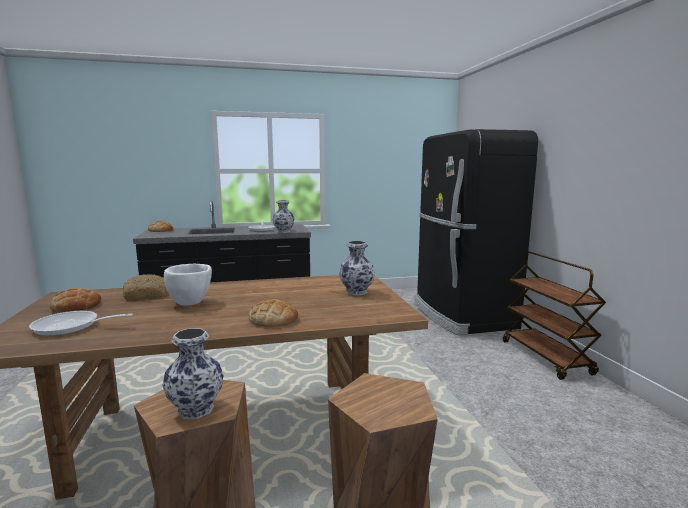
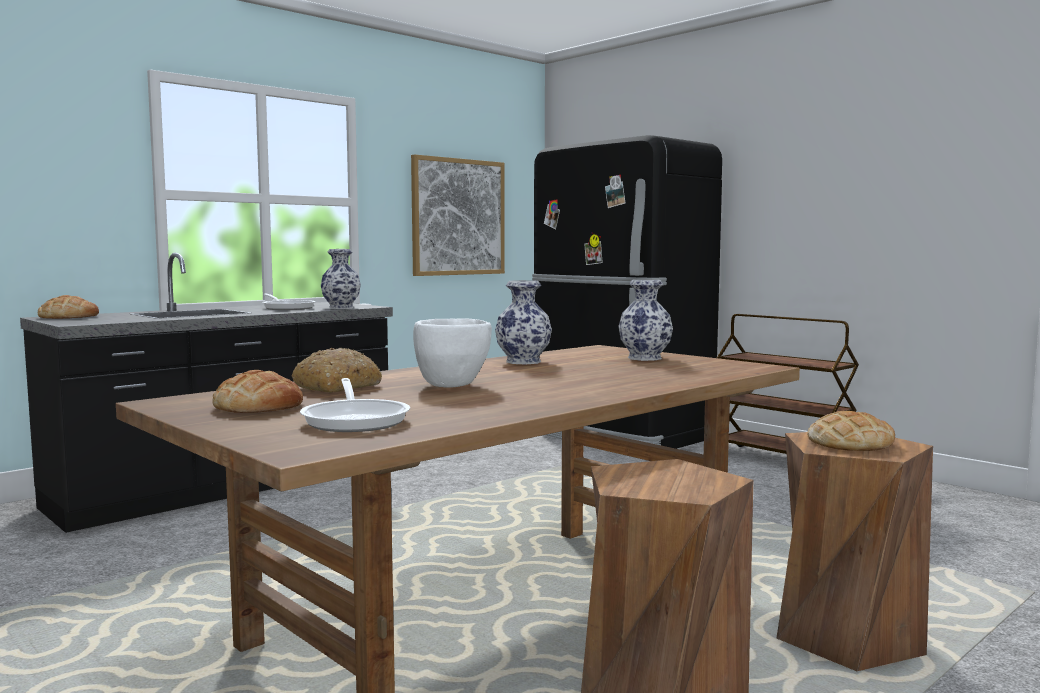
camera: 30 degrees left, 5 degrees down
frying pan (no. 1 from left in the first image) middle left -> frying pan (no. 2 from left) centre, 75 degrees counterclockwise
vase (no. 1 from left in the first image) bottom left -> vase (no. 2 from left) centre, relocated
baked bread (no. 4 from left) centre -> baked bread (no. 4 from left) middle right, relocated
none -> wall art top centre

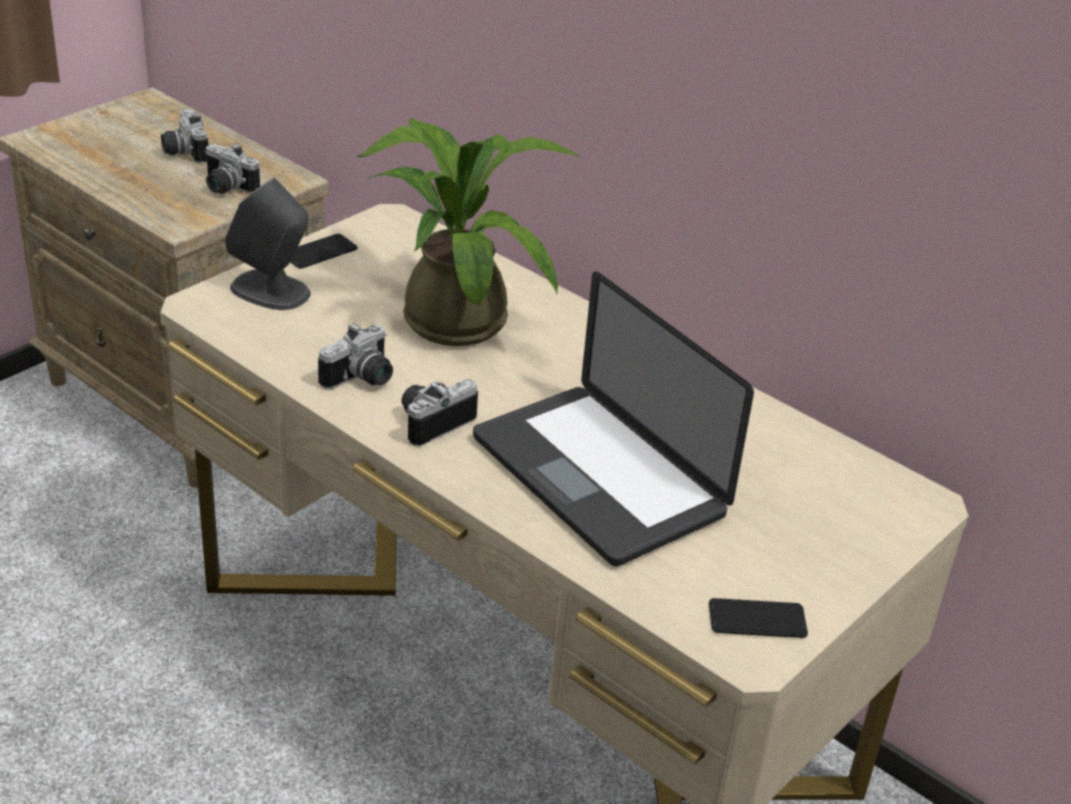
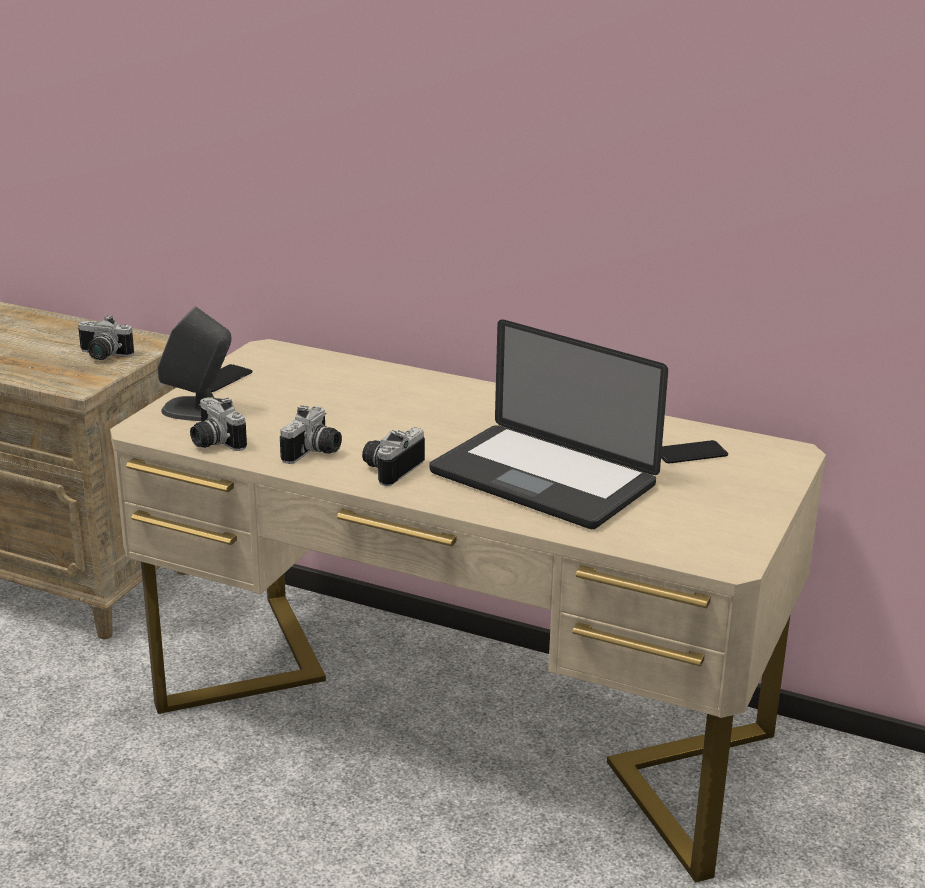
camera: 15 degrees left, 10 degrees down
still camera (no. 1 from left in the first image) top left -> still camera (no. 2 from left) middle left, relocated
plant in a pot top centre -> none
phone (no. 2 from left) bottom right -> phone (no. 2 from left) middle right, relocated

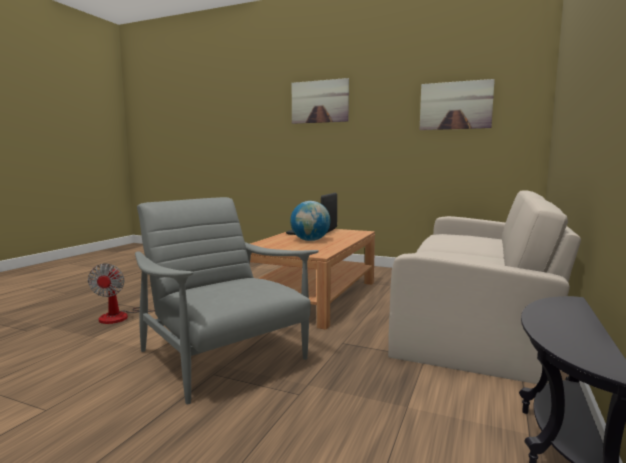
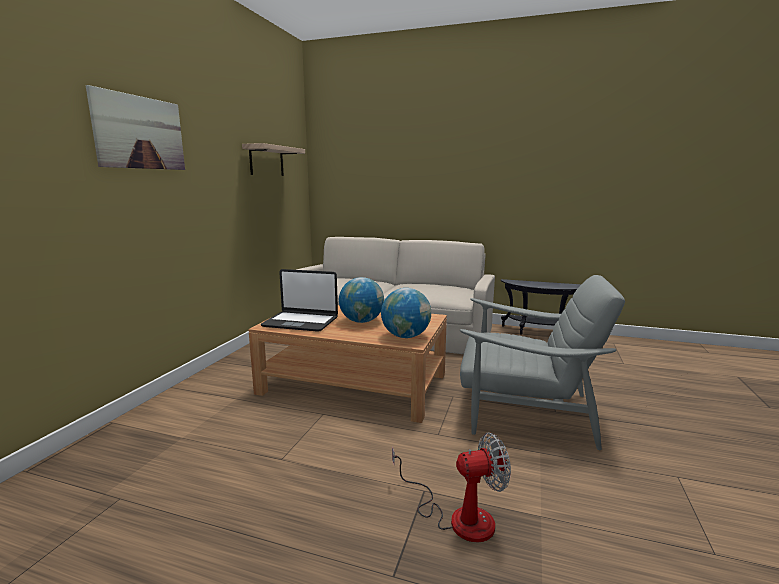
camera: 95 degrees left, 5 degrees up
greyish lounge chair centre -> greyish lounge chair middle right, 120 degrees counterclockwise
wall art (no. 2 from left) top right -> wall shelf top centre
none -> world globe (no. 2 from left) centre

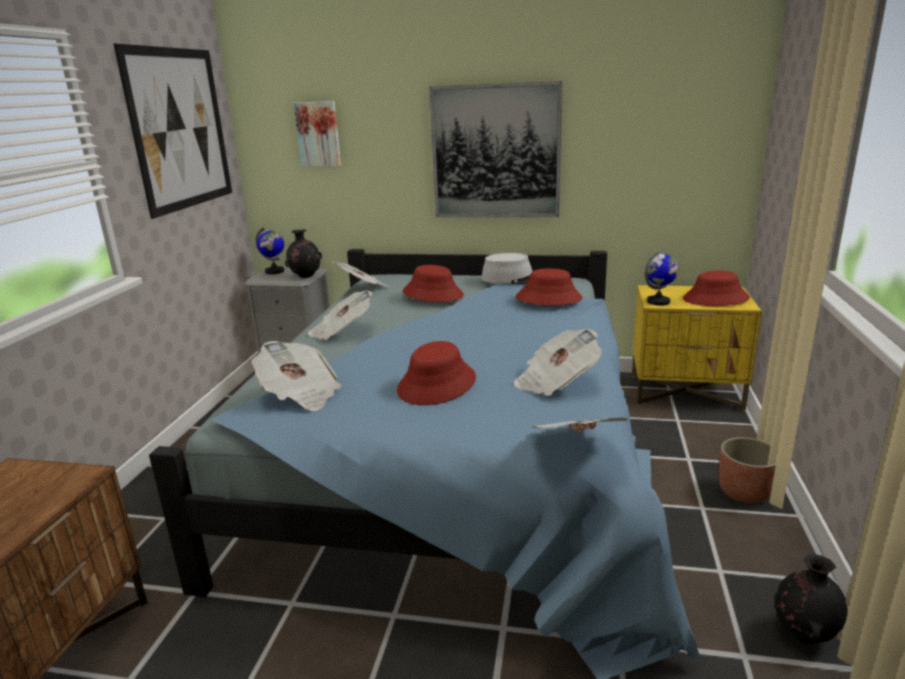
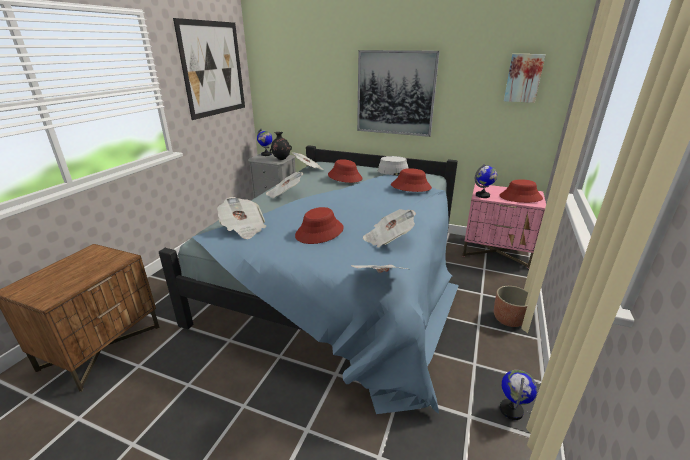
camera: 10 degrees right, 5 degrees up
wall art (no. 2 from left in the first image) top centre -> wall art (no. 3 from left) top right, relocated
yellowish nightstand middle right -> pinkish nightstand middle right
blackish vase (no. 2 from left) bottom right -> world globe (no. 3 from left) bottom right

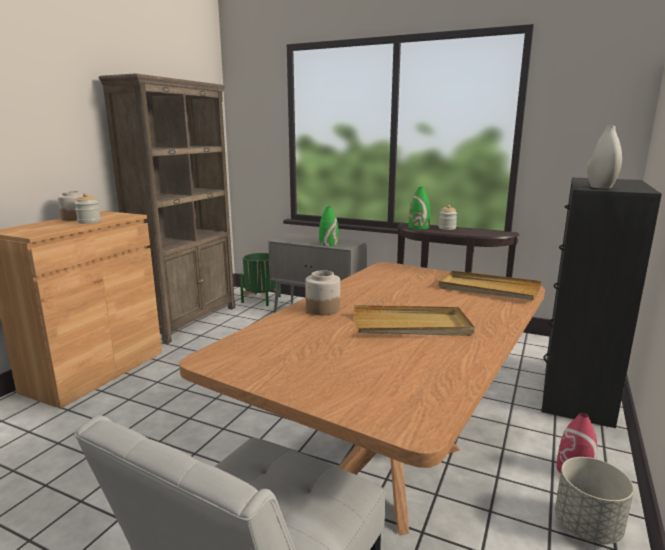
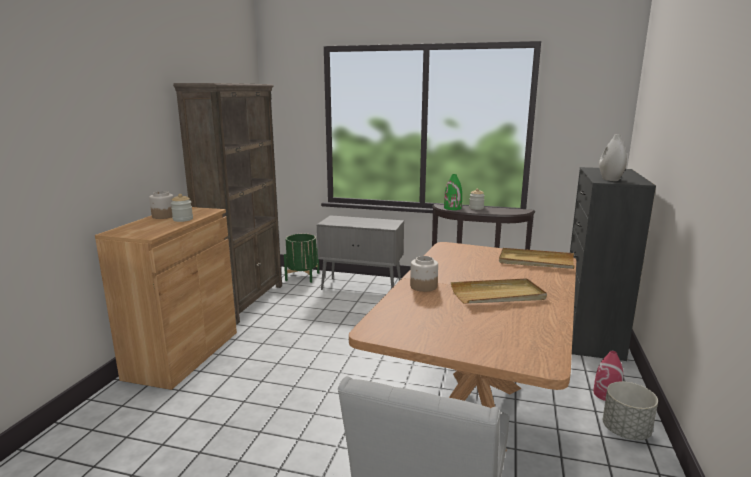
camera: 10 degrees left, 0 degrees up
green vase (no. 1 from left) centre -> none

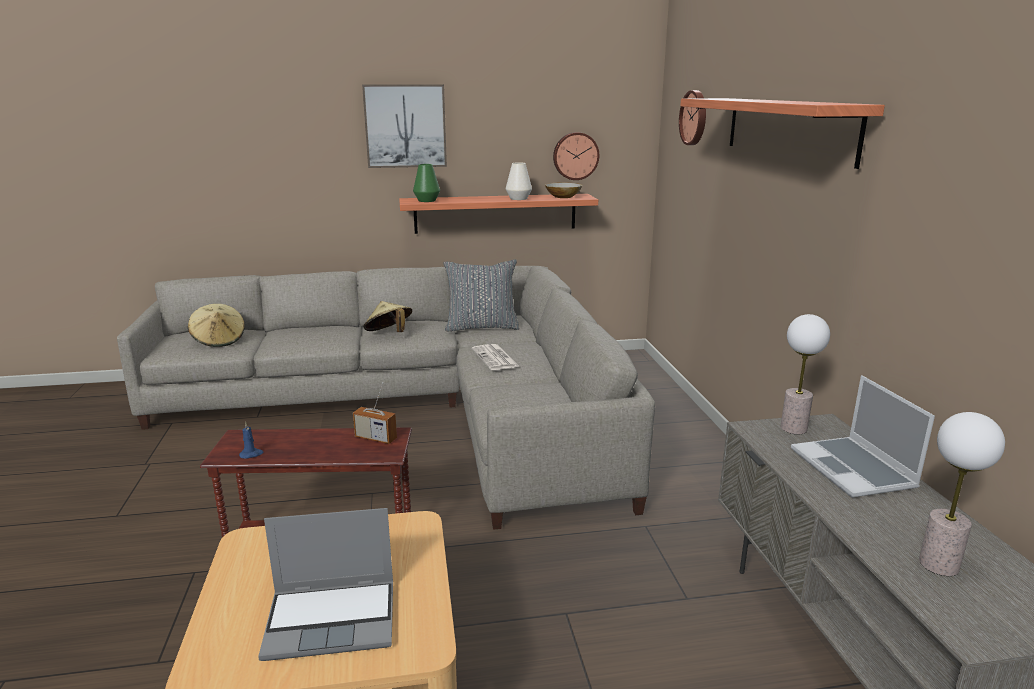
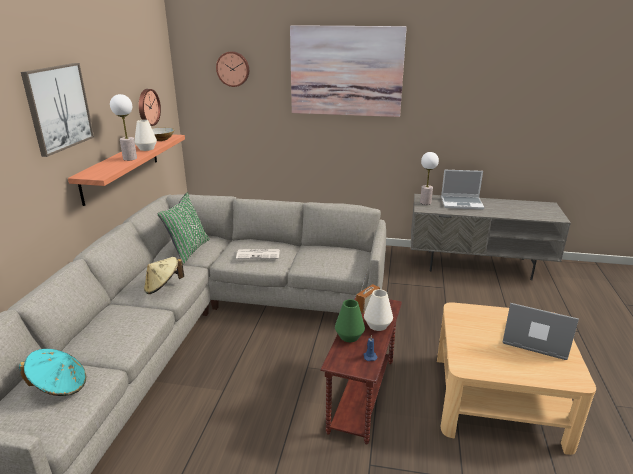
camera: 70 degrees left, 5 degrees up
beige clothing hat (no. 1 from left) middle left -> turquoise clothing hat bottom left
portable computer (no. 1 from left in the first image) bottom left -> portable computer (no. 2 from left) bottom right, 75 degrees counterclockwise
green vase top centre -> green vase bottom centre, relocated
greyish pillow centre -> green pillow middle left
wall shelf (no. 2 from left) top right -> wall art (no. 2 from left) top centre
lamp for a table (no. 2 from left in the first image) bottom right -> lamp for a table (no. 1 from left) top left, relocated
none -> whitish vase (no. 2 from left) centre

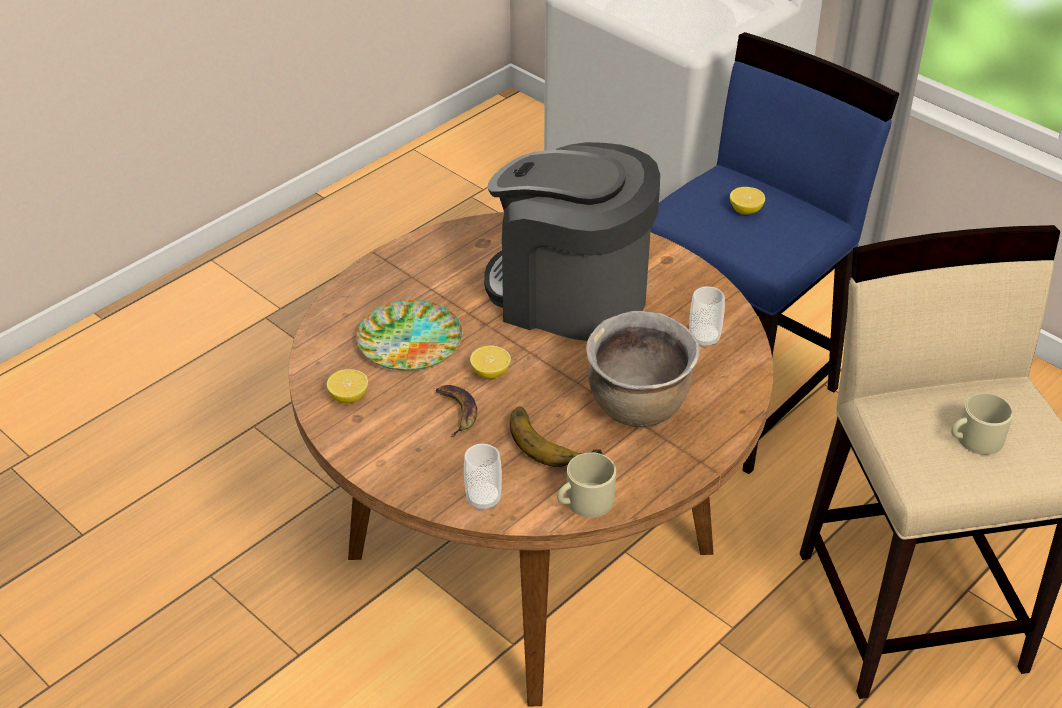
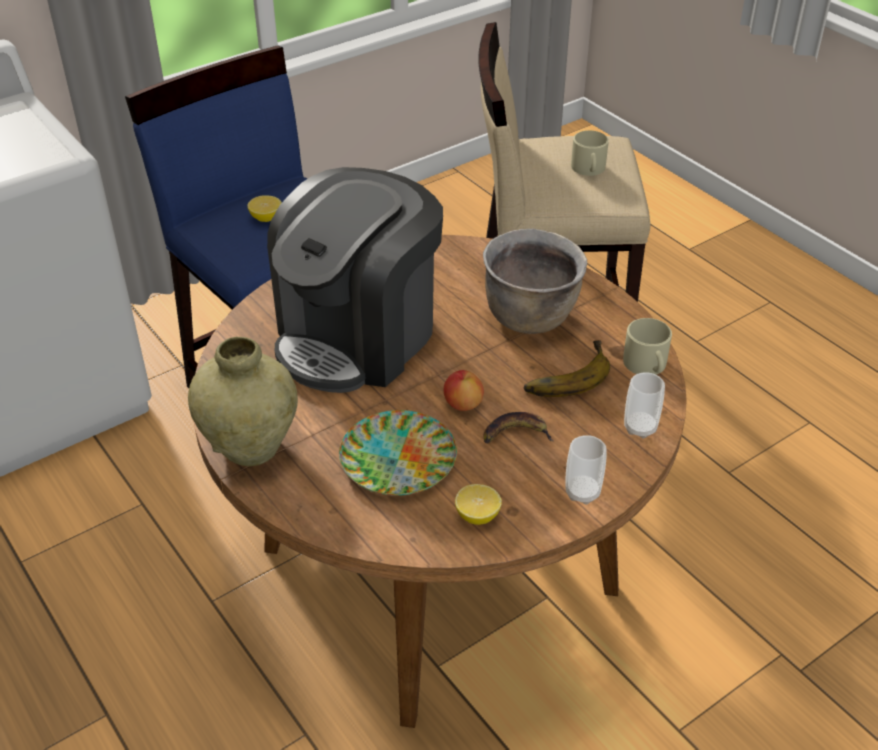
camera: 80 degrees left, 0 degrees up
lemon (no. 2 from left) centre -> whole apple centre
small cup (no. 2 from left in the first image) centre -> small cup (no. 1 from left) middle right, relocated
none -> beige vase middle left

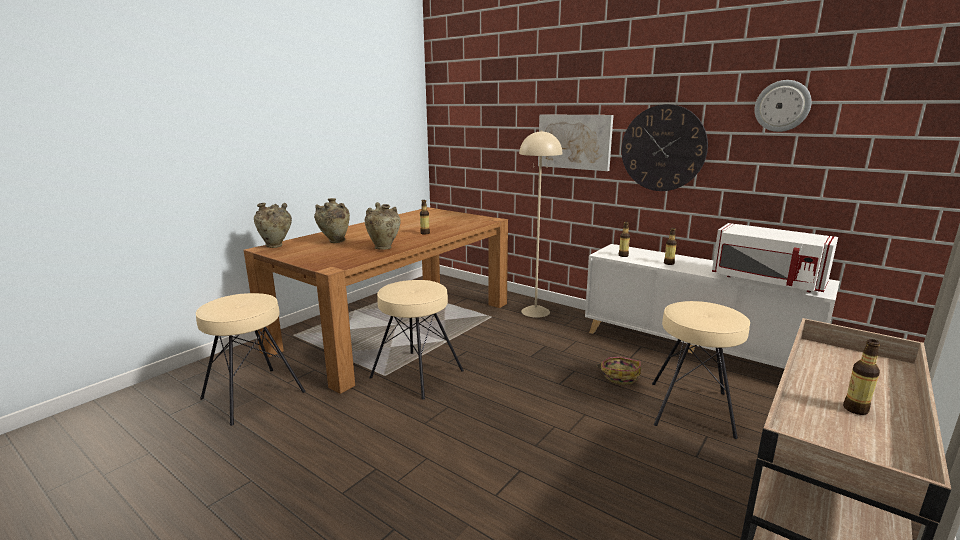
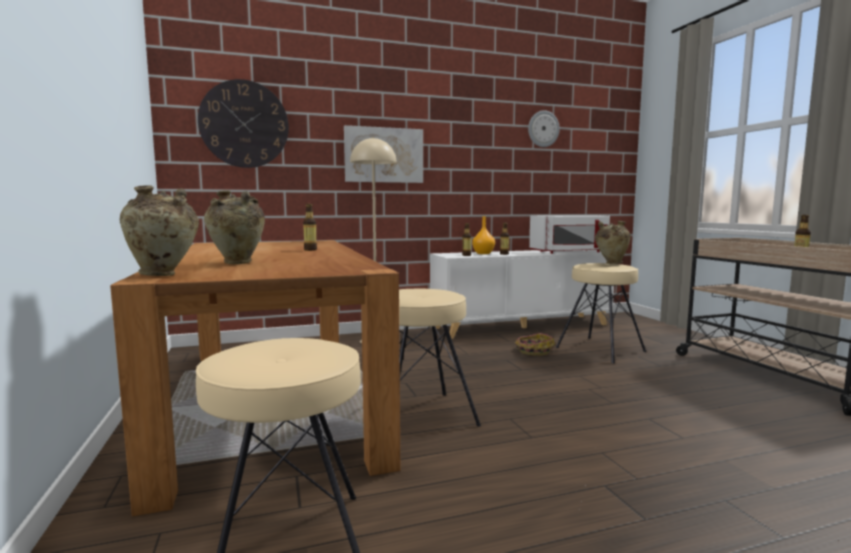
camera: 55 degrees left, 10 degrees down
beige vase (no. 3 from left) centre -> beige vase (no. 3 from left) middle right, relocated
clock on the wall (no. 1 from left) top right -> clock on the wall (no. 1 from left) top left, relocated
none -> orange vase centre

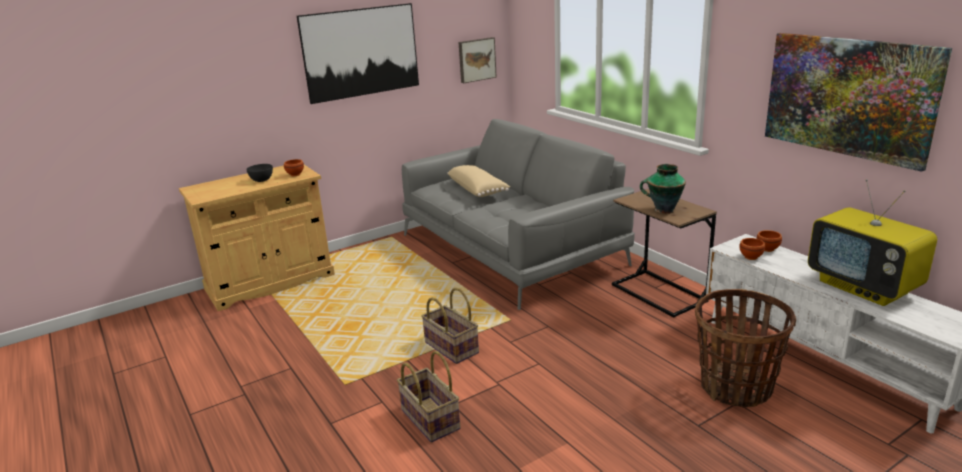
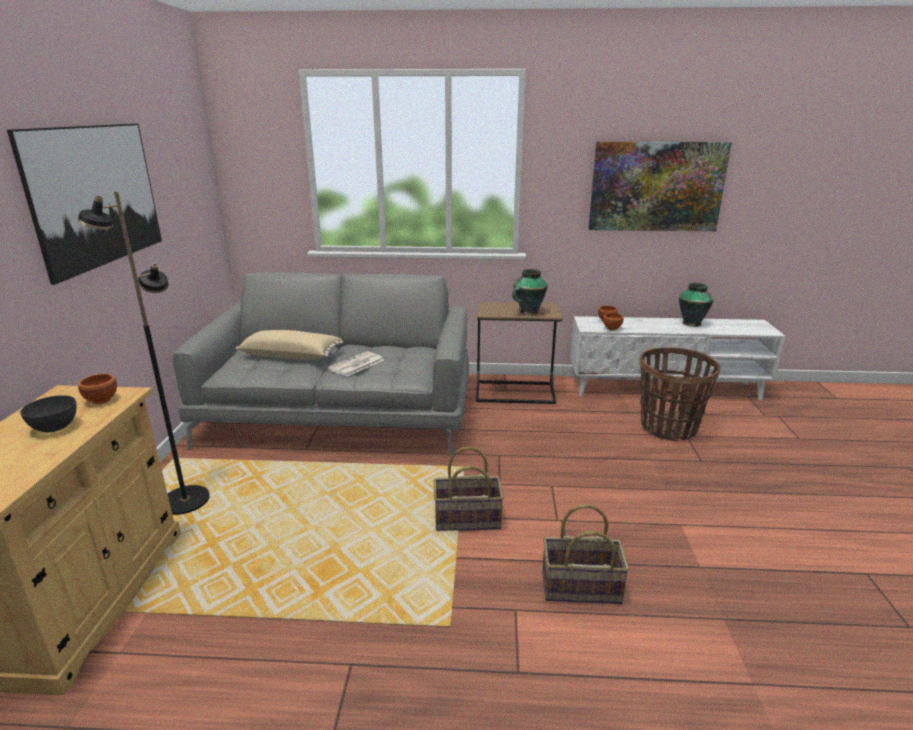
camera: 55 degrees left, 0 degrees up
wall art (no. 2 from left) top centre -> none
TV middle right -> vase (no. 2 from left) middle right
none -> blackish floor lamp middle left
none -> daily paper centre

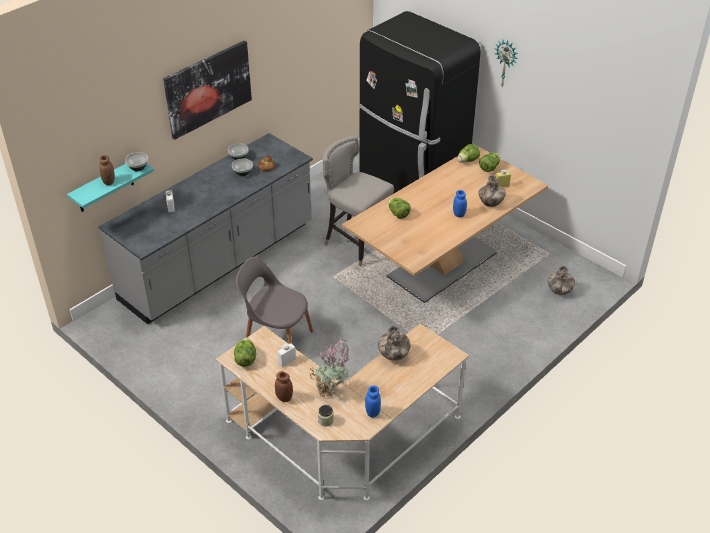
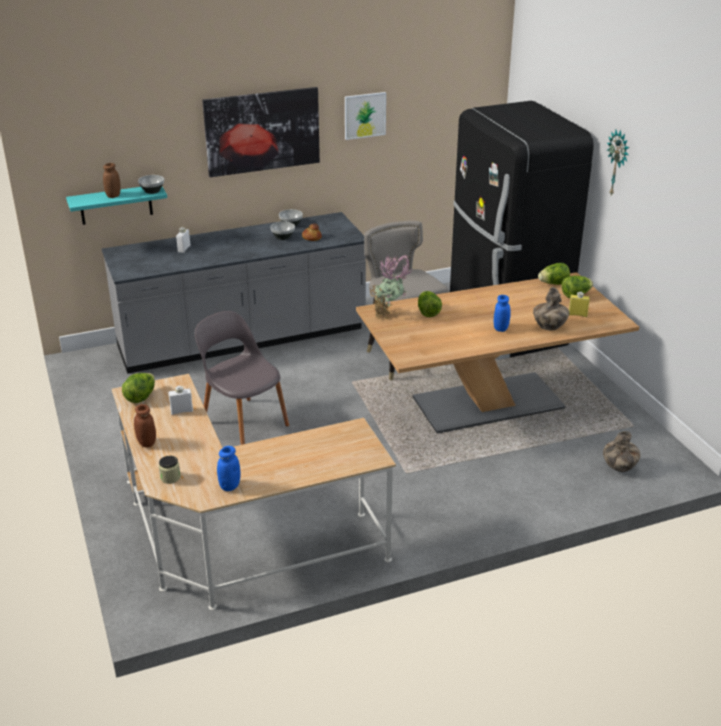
camera: 25 degrees right, 10 degrees down
plant in a pot bottom centre -> plant in a pot centre, relocated
vase (no. 1 from left) centre -> none
none -> wall art (no. 2 from left) top centre

